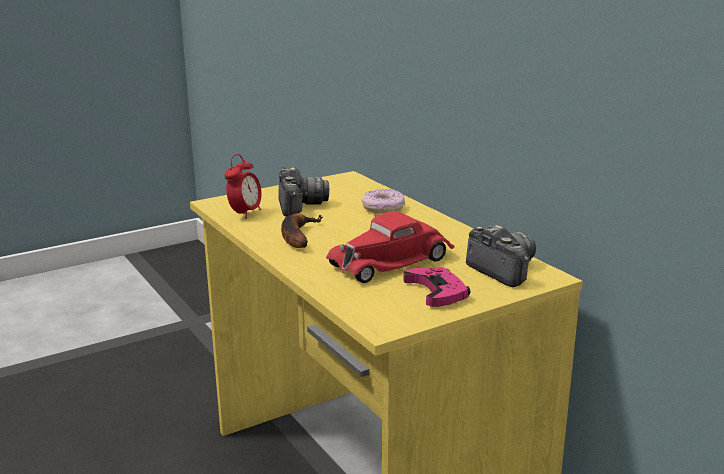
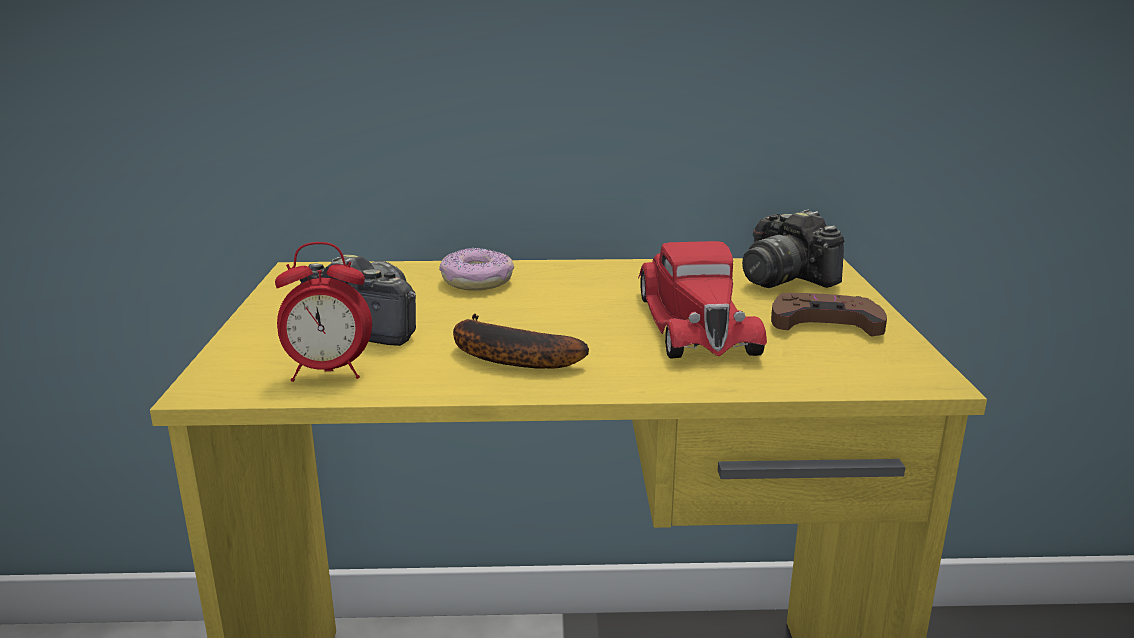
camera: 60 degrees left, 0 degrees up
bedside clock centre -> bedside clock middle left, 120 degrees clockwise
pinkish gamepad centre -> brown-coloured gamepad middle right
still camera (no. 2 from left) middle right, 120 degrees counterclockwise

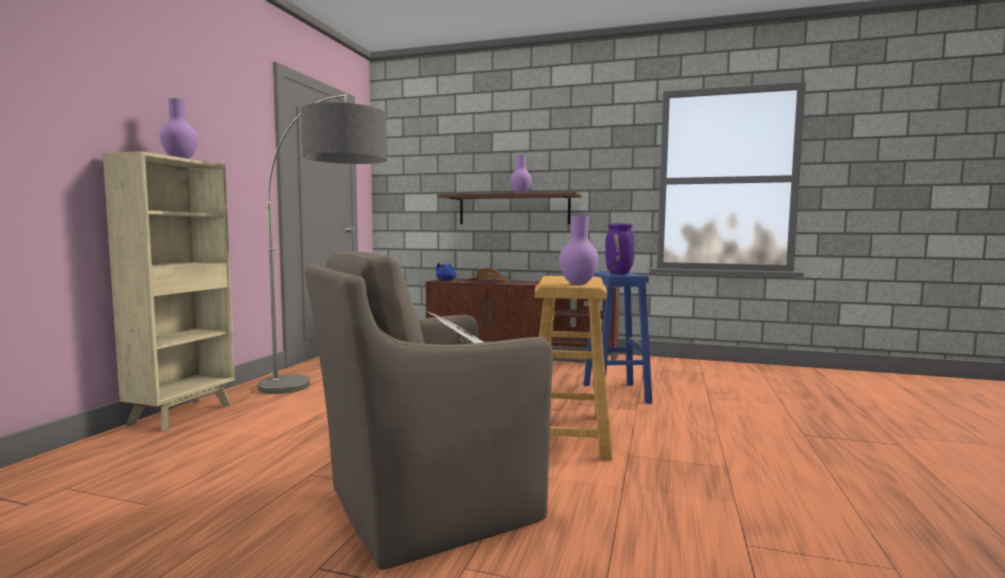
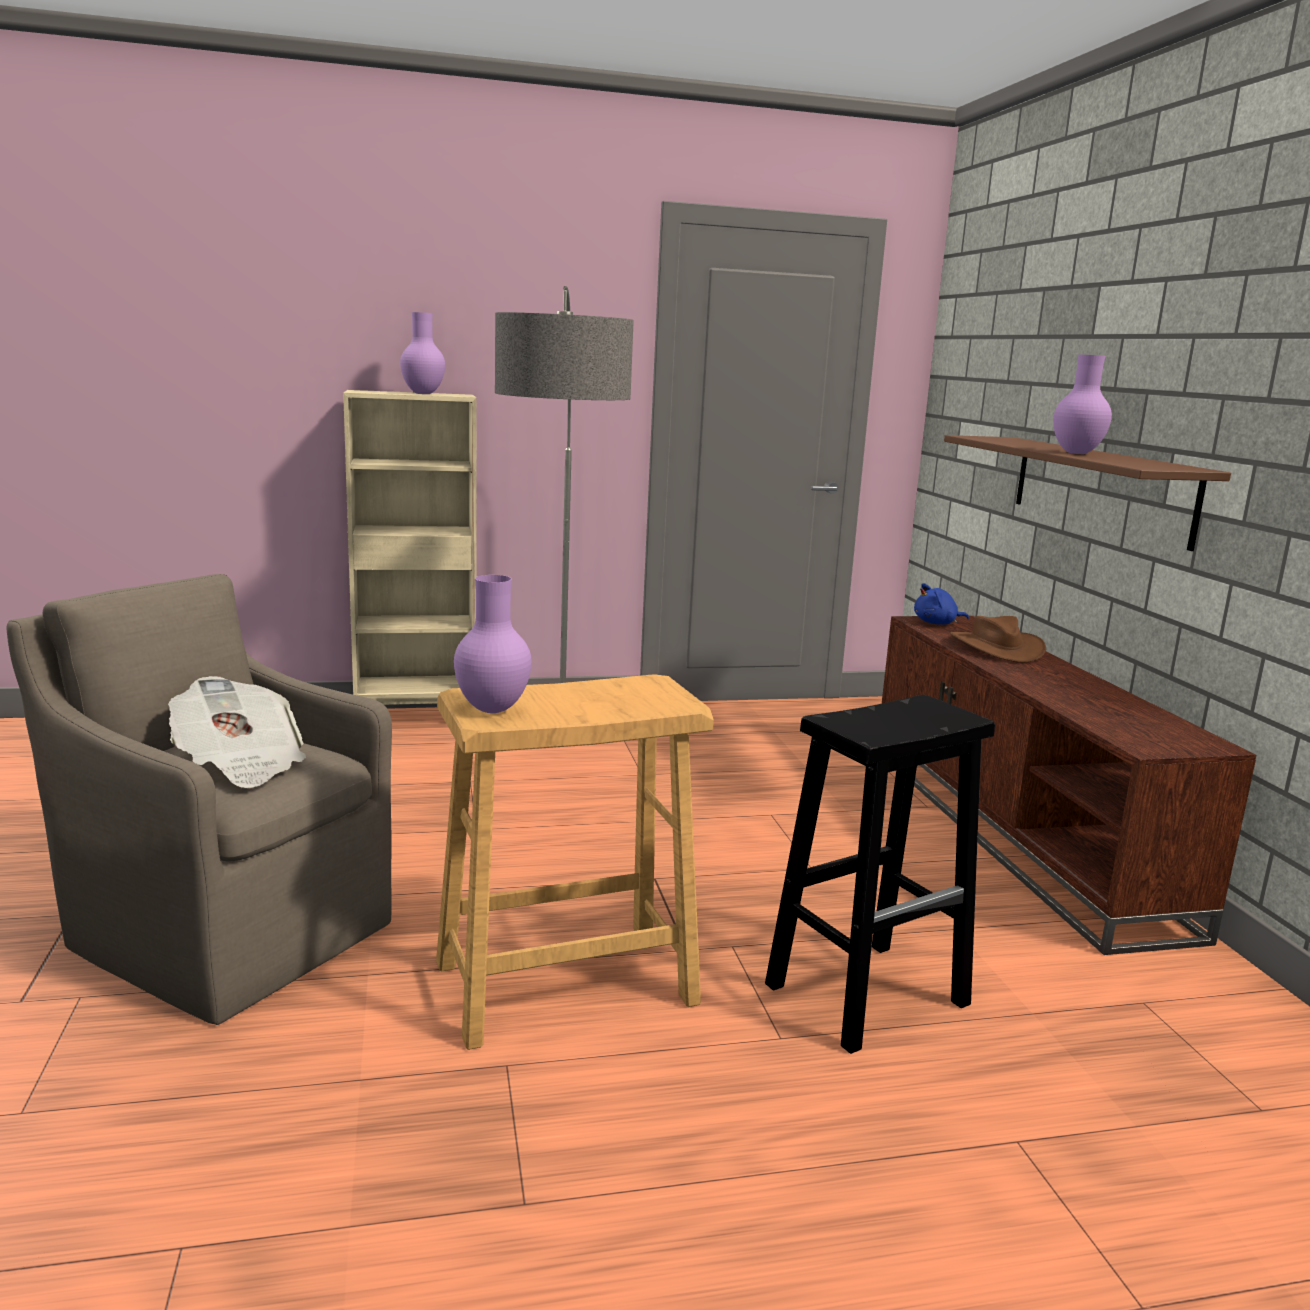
camera: 60 degrees right, 10 degrees up
blue-coloured stool seat centre -> blackish stool seat bottom right
purplish vase (no. 4 from left) centre -> none

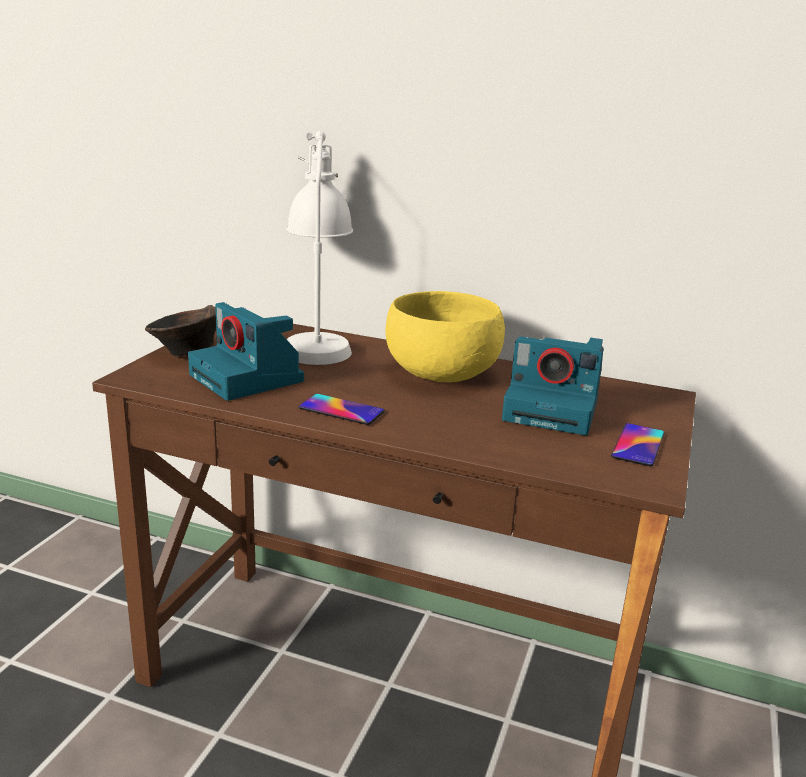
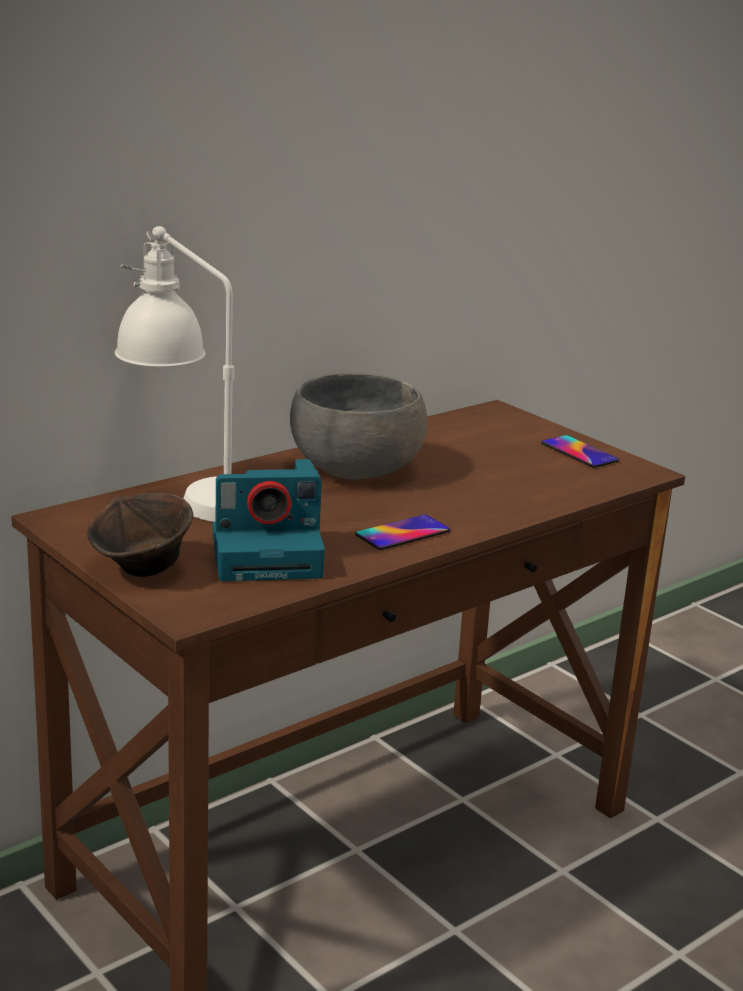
camera: 60 degrees left, 0 degrees up
yellowish bowl centre -> greyish bowl centre
still camera (no. 2 from left) middle right -> none

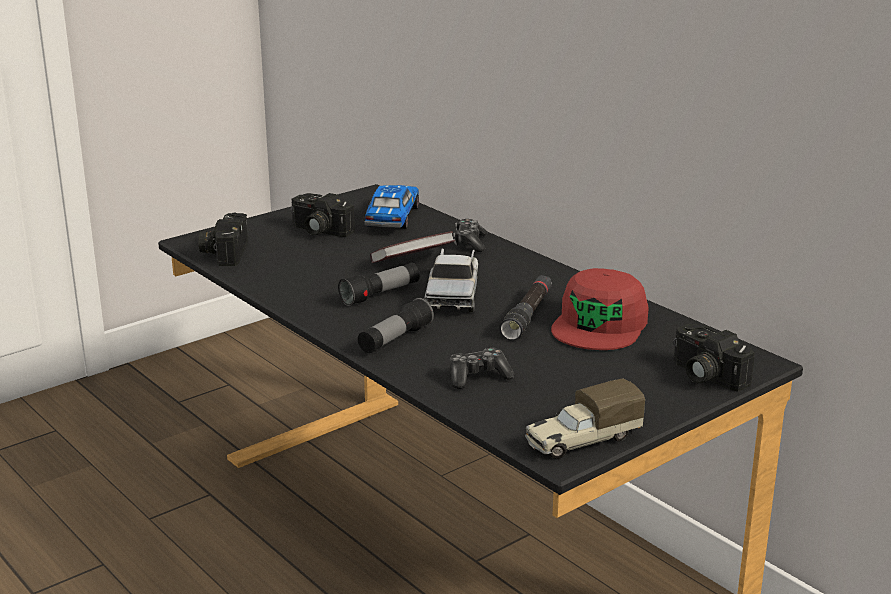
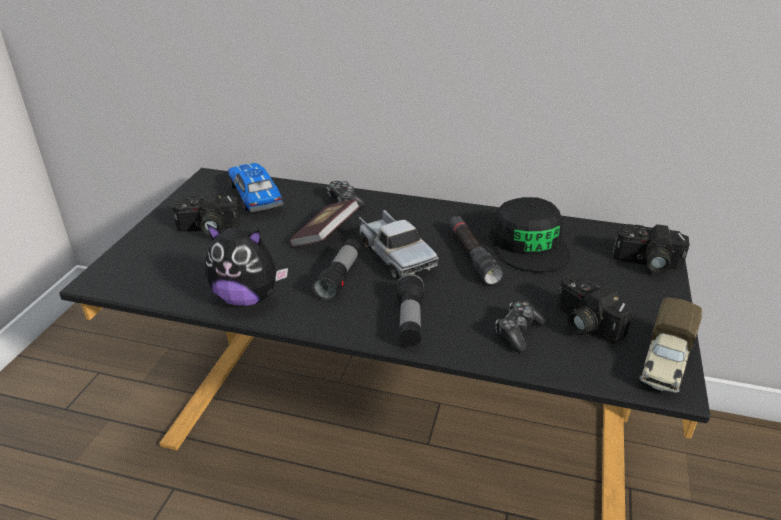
camera: 35 degrees left, 10 degrees up
still camera (no. 1 from left in the first image) middle left -> still camera (no. 2 from left) middle right, relocated
reddish cap middle right -> blackish cap middle right
none -> soft toy middle left

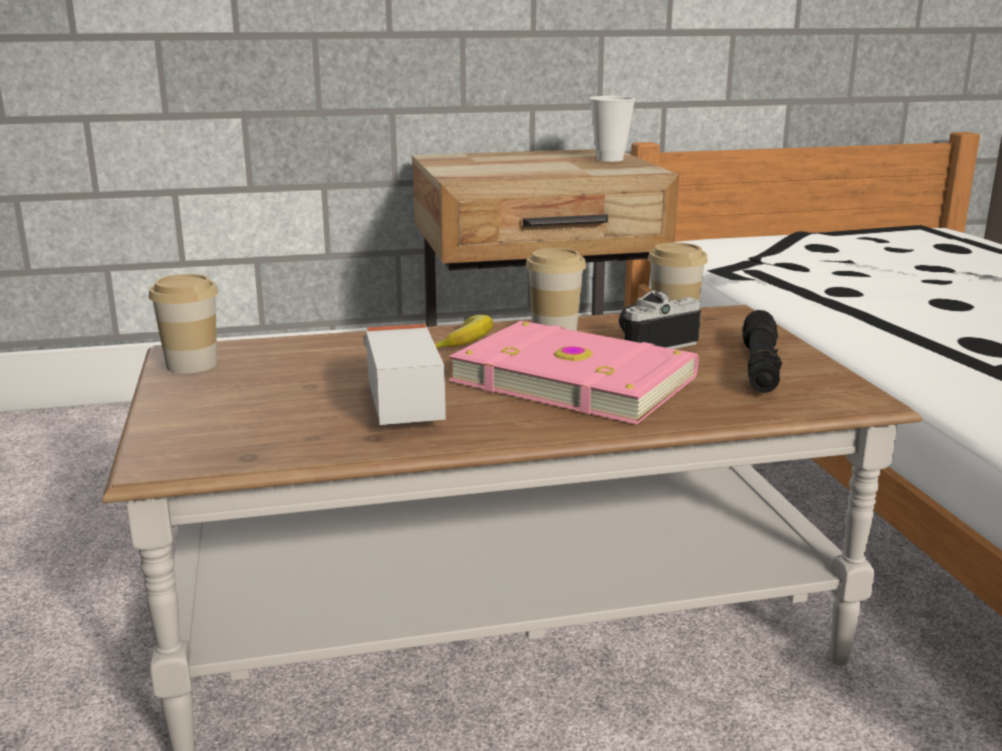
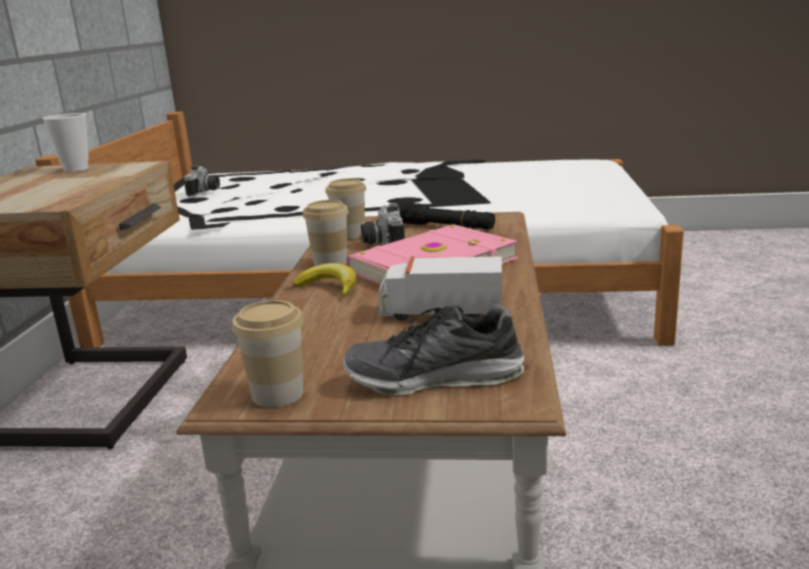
camera: 70 degrees left, 0 degrees up
none -> still camera (no. 1 from left) top left
none -> shoe centre

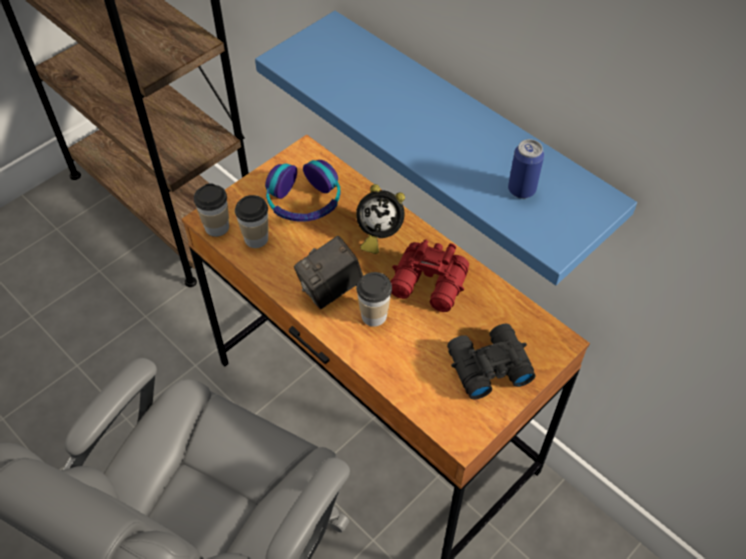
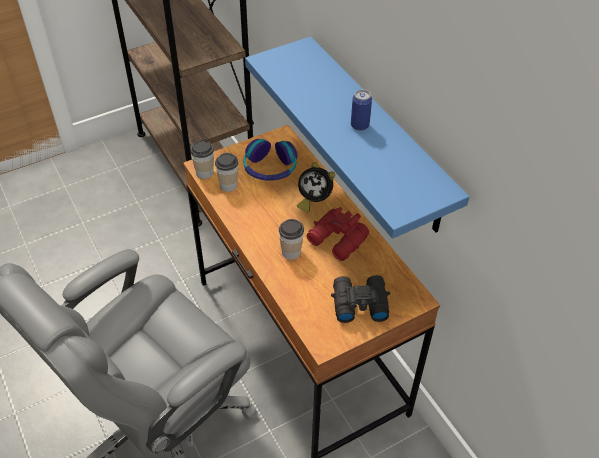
camera: 15 degrees right, 5 degrees down
still camera centre -> none
sealed can top right -> sealed can top centre, relocated

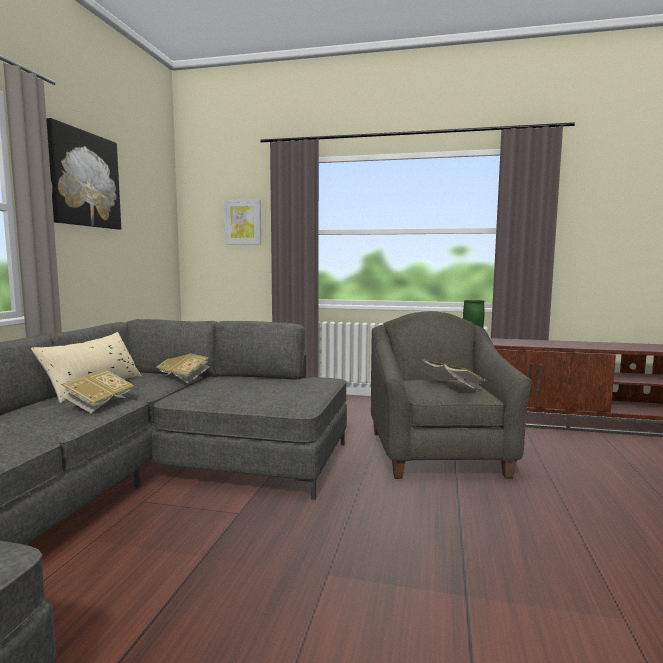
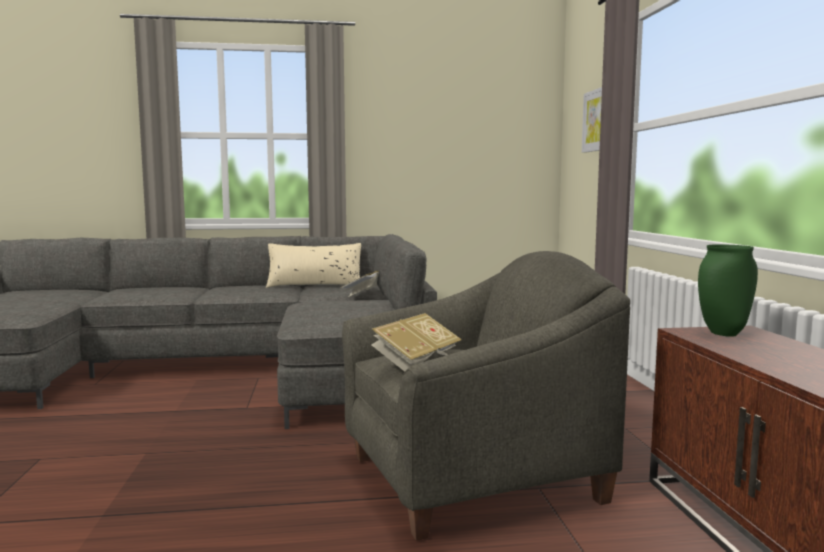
camera: 70 degrees right, 0 degrees up
wall art (no. 1 from left) top left -> none
volume (no. 1 from left) middle left -> none

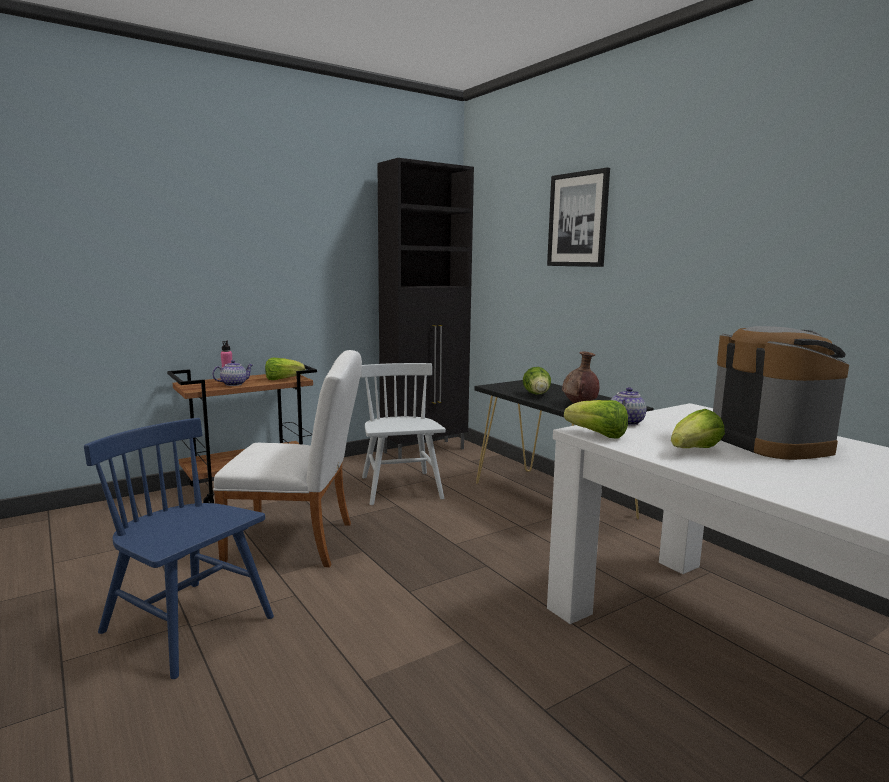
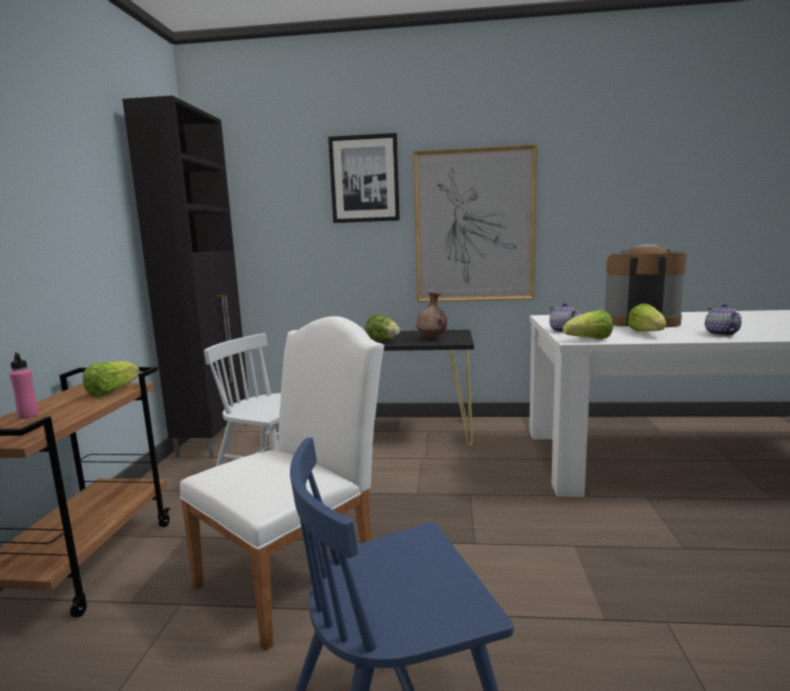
camera: 50 degrees left, 0 degrees up
pot for tea (no. 1 from left in the first image) middle left -> pot for tea (no. 2 from left) middle right, relocated
none -> wall art (no. 2 from left) top centre

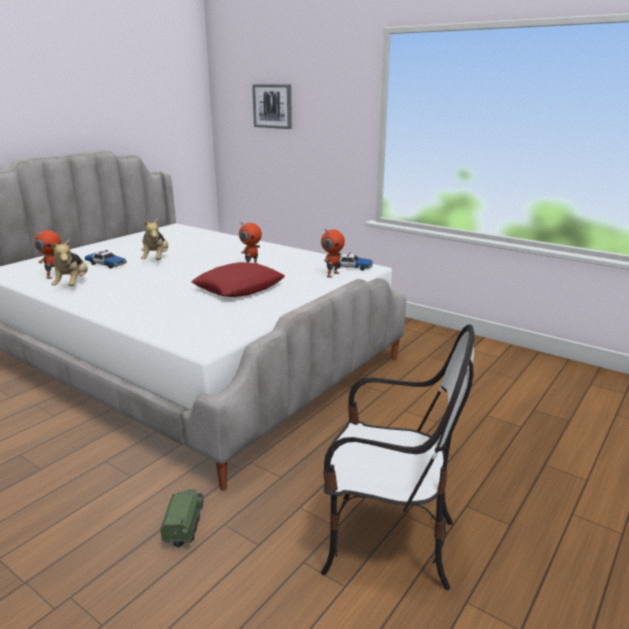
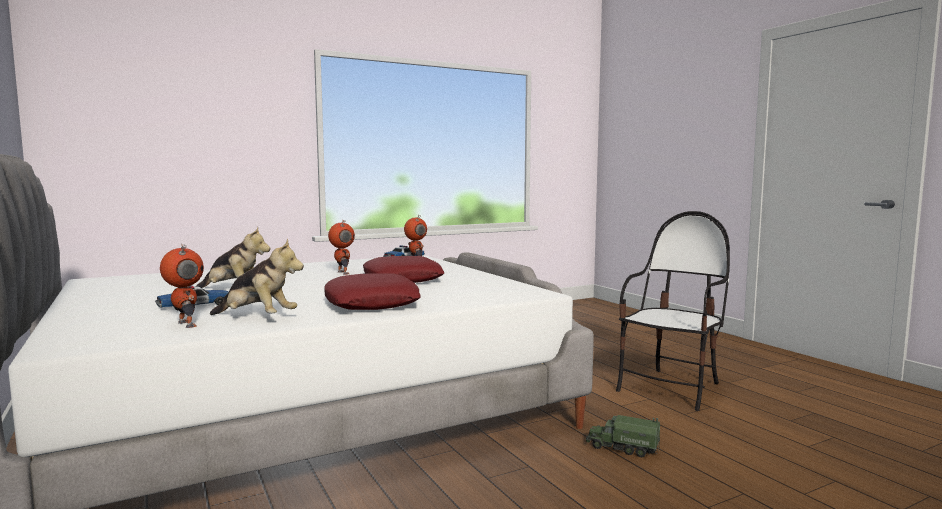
camera: 65 degrees left, 15 degrees down
wall art top centre -> none
none -> reddish pillow (no. 1 from left) centre

